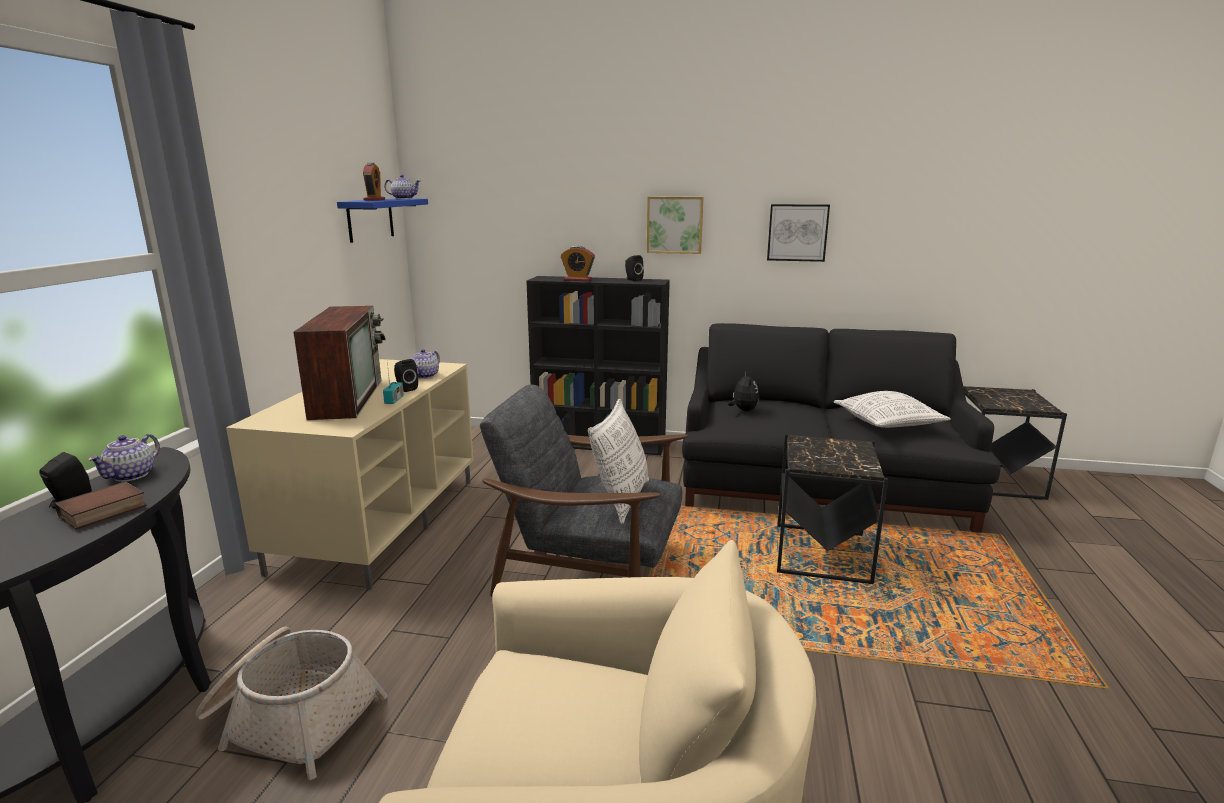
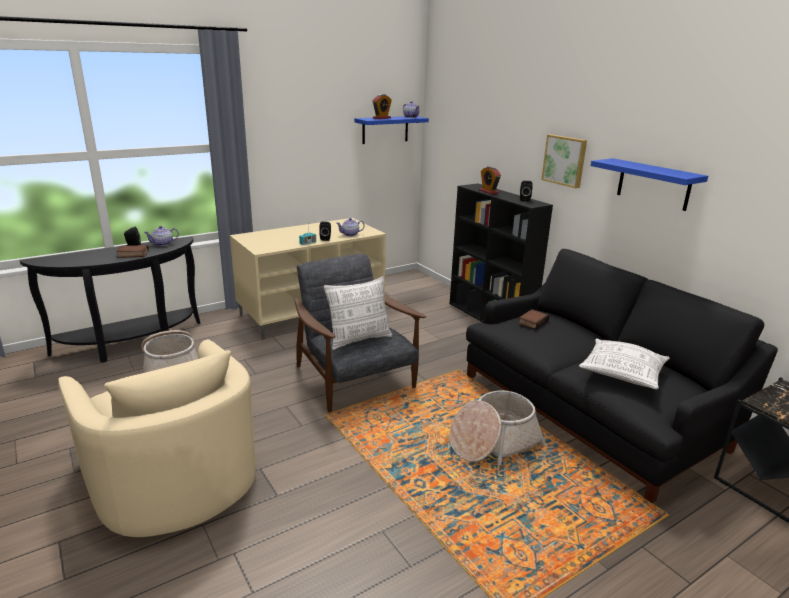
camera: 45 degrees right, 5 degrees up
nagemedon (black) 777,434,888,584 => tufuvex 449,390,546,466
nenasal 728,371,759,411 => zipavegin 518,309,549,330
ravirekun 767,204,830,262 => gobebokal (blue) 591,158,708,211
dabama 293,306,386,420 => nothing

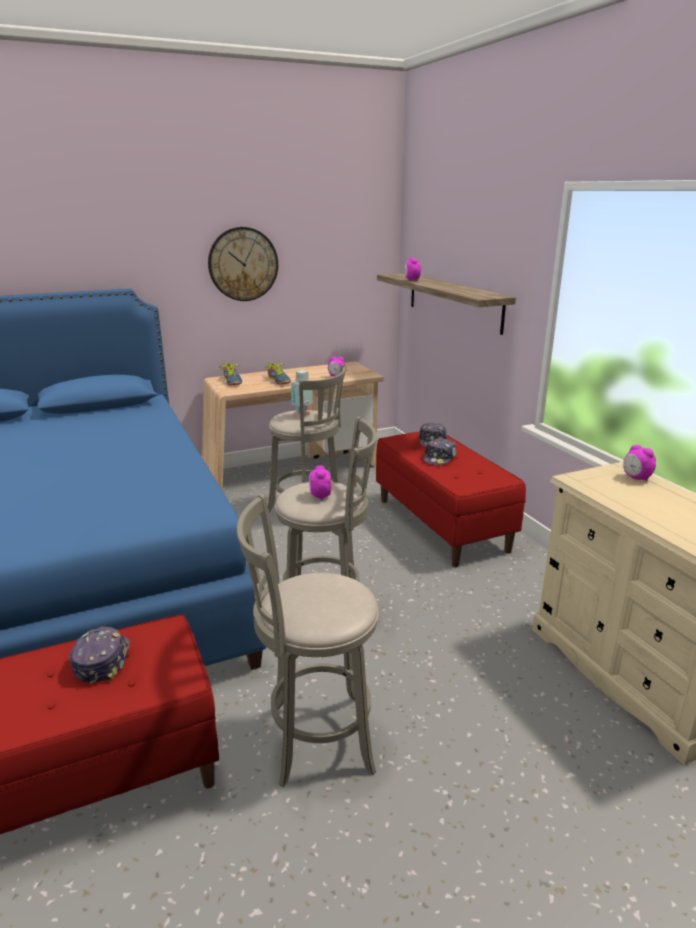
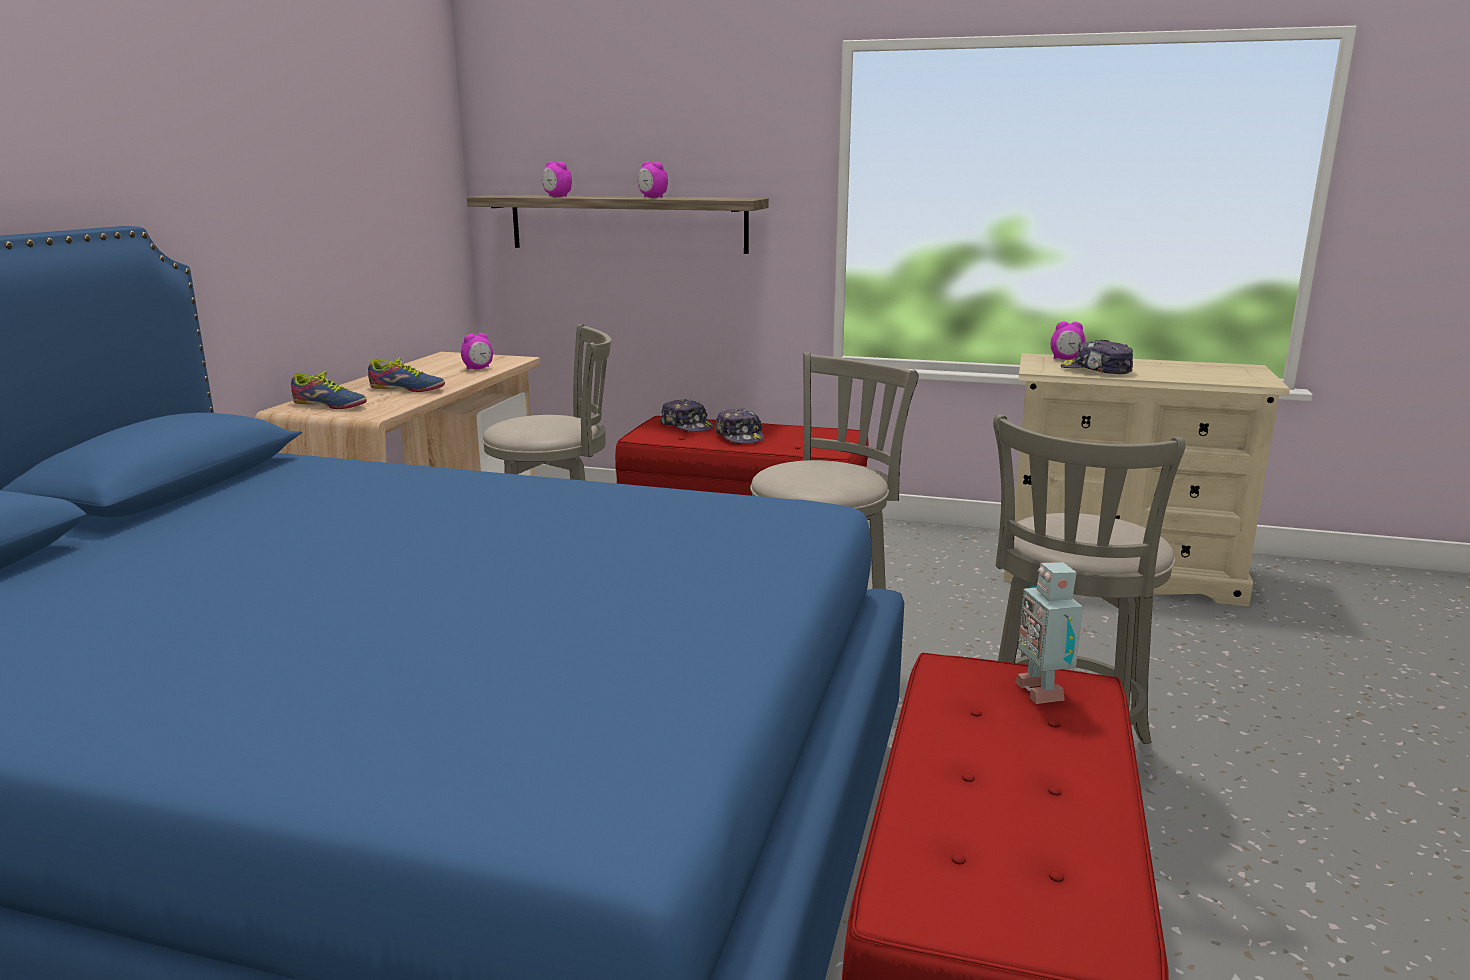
camera: 50 degrees left, 5 degrees down
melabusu 309,466,331,500 => melabusu 638,161,668,198, relocated
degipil 291,370,313,419 => degipil 1015,562,1083,704, relocated
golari 69,626,130,683 => golari 1060,339,1133,374, relocated
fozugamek 208,227,278,301 => nothing

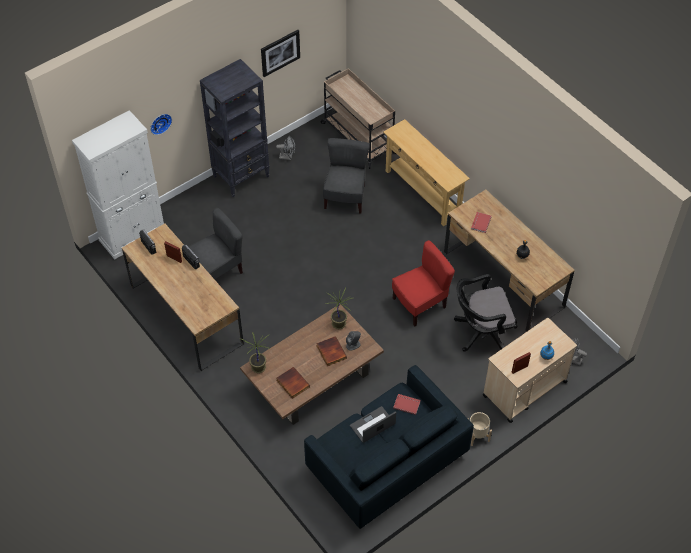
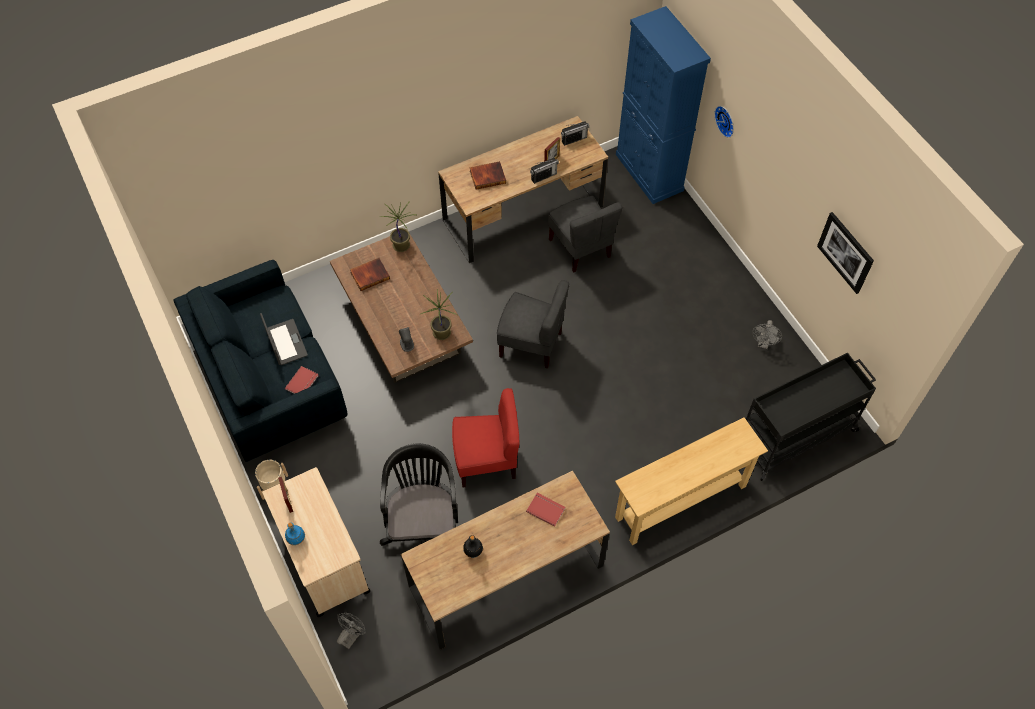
camera: 100 degrees right, 5 degrees up
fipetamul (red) 392,240,455,326 => fipetamul (red) 452,388,520,488, 75 degrees counterclockwise
zipavegin 316,336,347,366 => zipavegin 470,161,506,190, relocated
fipetamul (grey) 323,138,370,214 => fipetamul (grey) 497,280,569,369, relocated
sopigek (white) 72,110,164,260 => sopigek (blue) 616,6,711,204
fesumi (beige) 321,68,396,169 => fesumi (black) 746,353,876,481
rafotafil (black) 200,59,270,197 => nothing

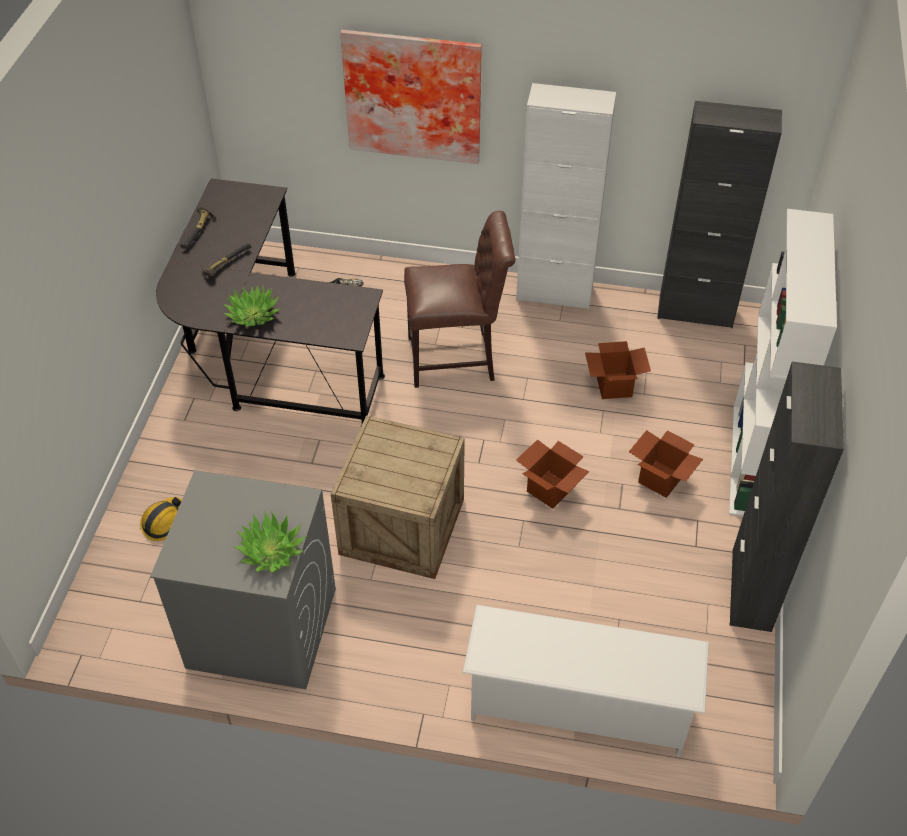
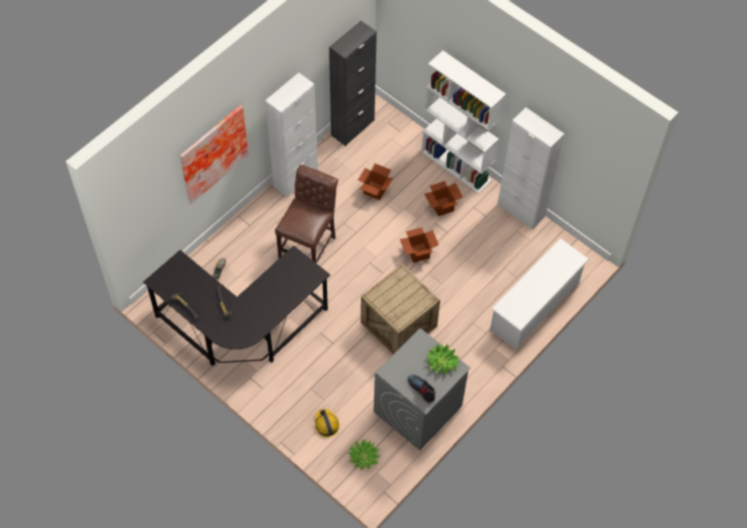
camera: 60 degrees left, 10 degrees up
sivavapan 223,285,281,327 => sivavapan 347,439,381,470, relocated
nothing => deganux 408,374,436,403
sopigek (black) 730,362,844,632 => sopigek (white) 497,108,564,230

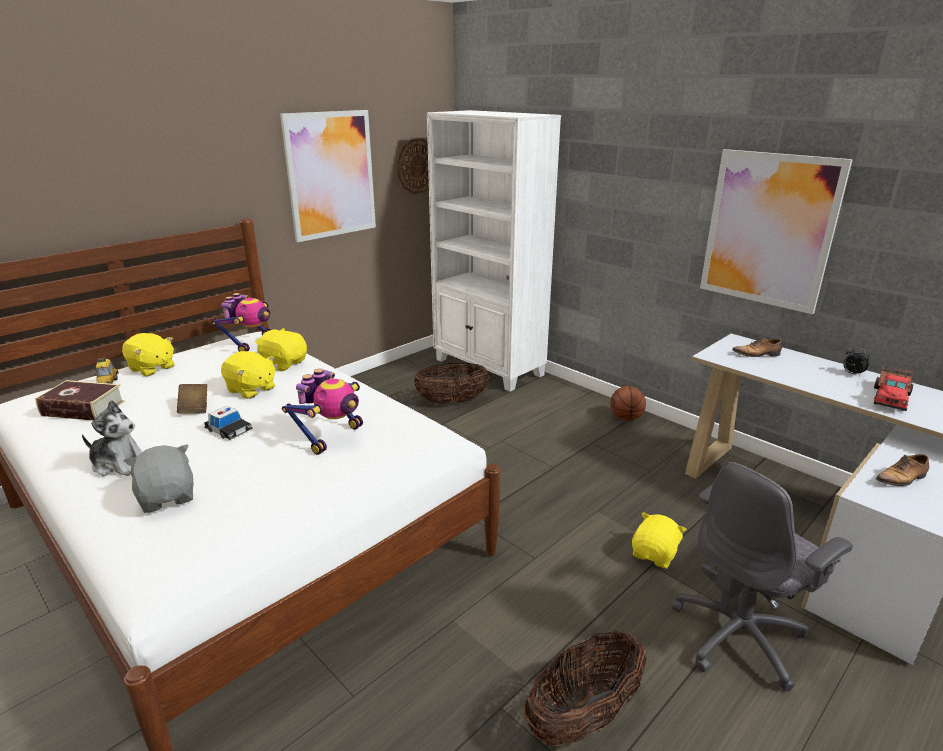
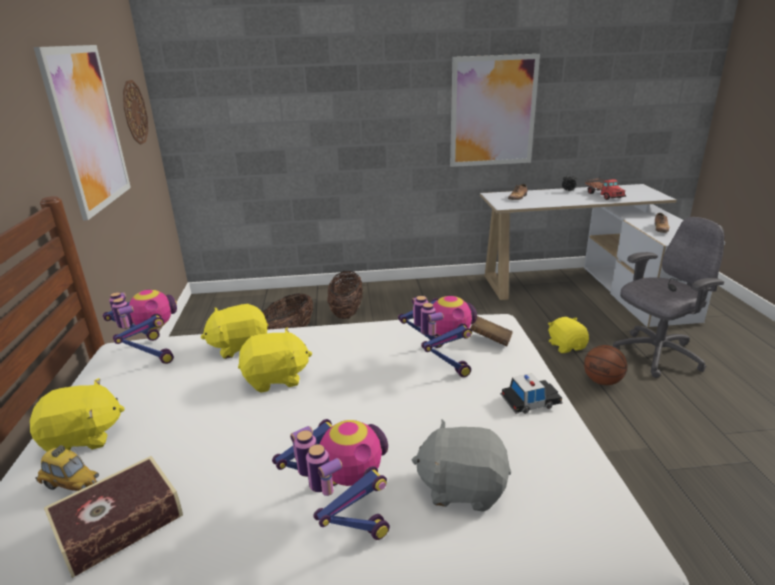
camera: 50 degrees left, 0 degrees up
nenasal 82,400,143,476 => degipil 272,419,390,540
tufuvex 524,630,646,746 => tufuvex 327,271,363,319, relocated
zipavegin (brown) 177,384,207,414 => zipavegin (brown) 470,316,513,346, relocated
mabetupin 204,406,253,440 => mabetupin 500,373,563,414, relocated
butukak 610,386,646,421 => butukak 584,345,627,385, relocated
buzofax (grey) 672,462,853,692 => buzofax (grey) 613,217,724,378, 120 degrees counterclockwise
rafotafil (white) 427,110,561,392 => nothing

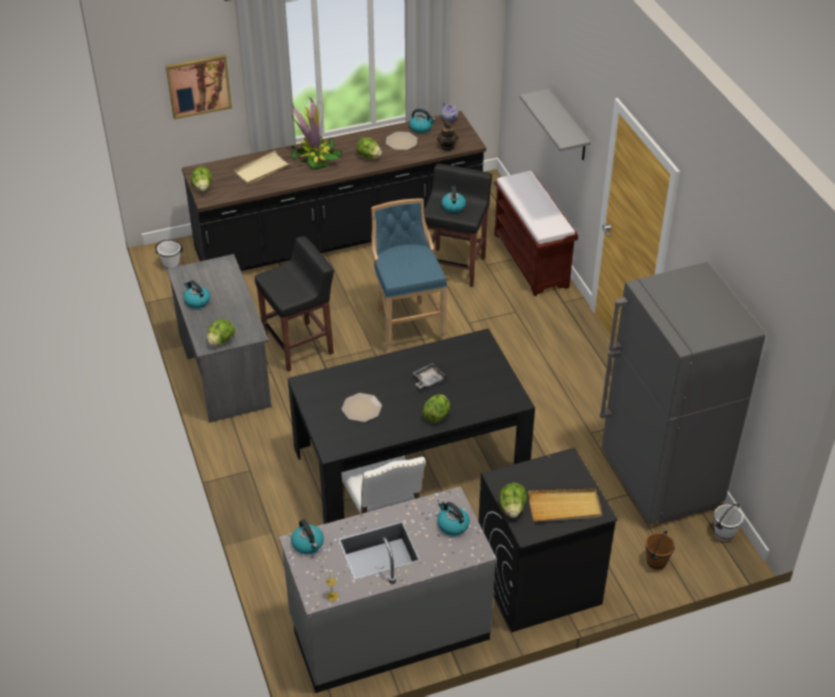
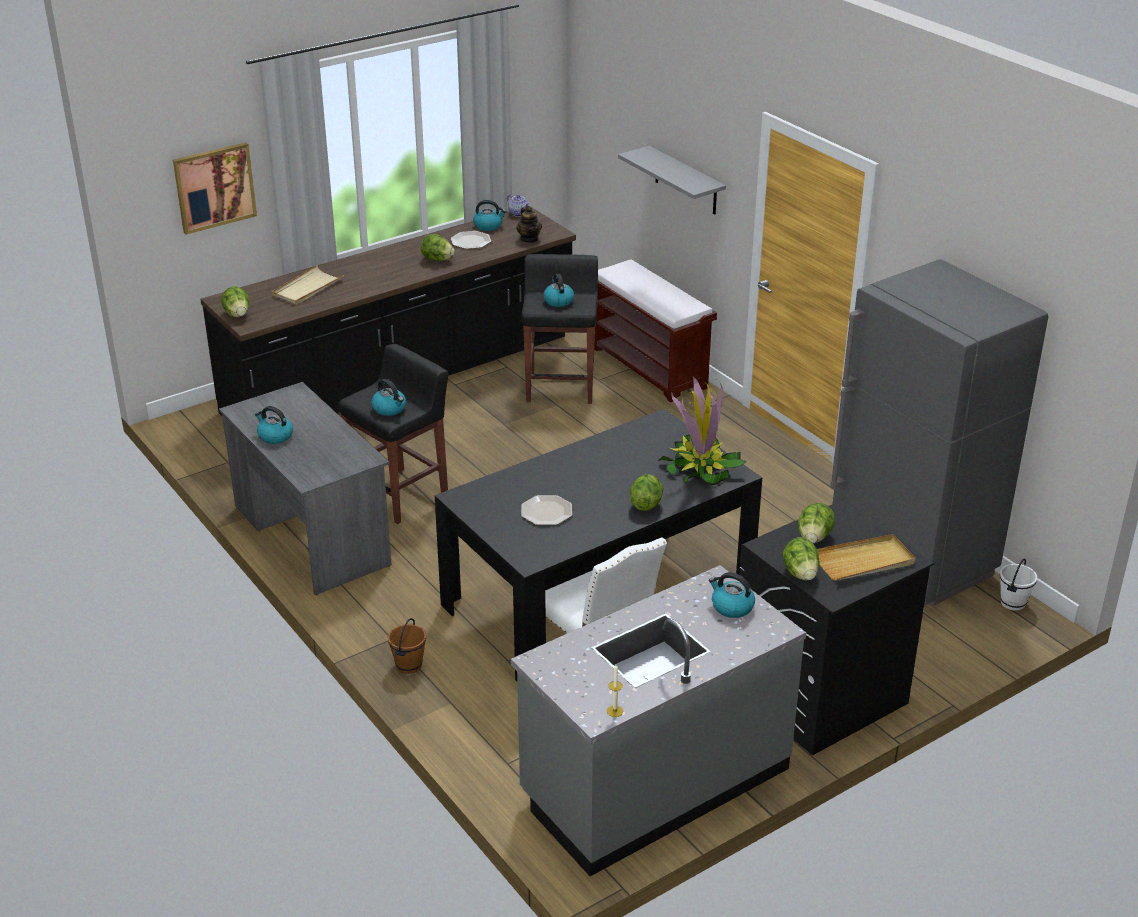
camera: 15 degrees left, 10 degrees down
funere 291,519,324,554 => funere 372,379,406,416, relocated
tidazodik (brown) 645,531,675,570 => tidazodik (brown) 388,618,426,674, relocated
sivavapan 291,97,342,169 => sivavapan 658,376,747,485, relocated
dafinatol 207,319,235,346 => dafinatol 797,503,835,544, relocated
tidazodik (white) 155,240,183,270 => nothing
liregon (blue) 371,198,447,354 => nothing
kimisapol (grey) 413,363,447,388 => nothing

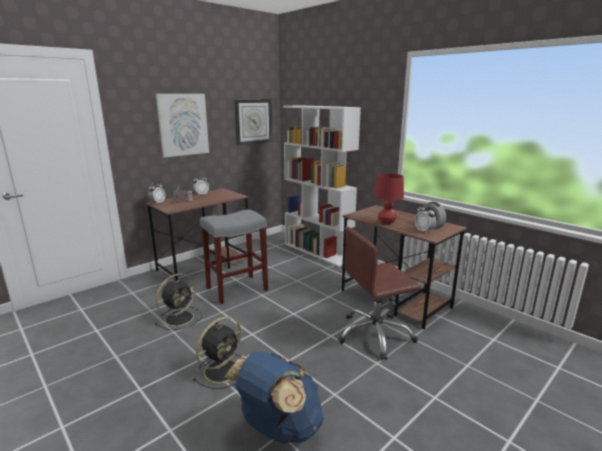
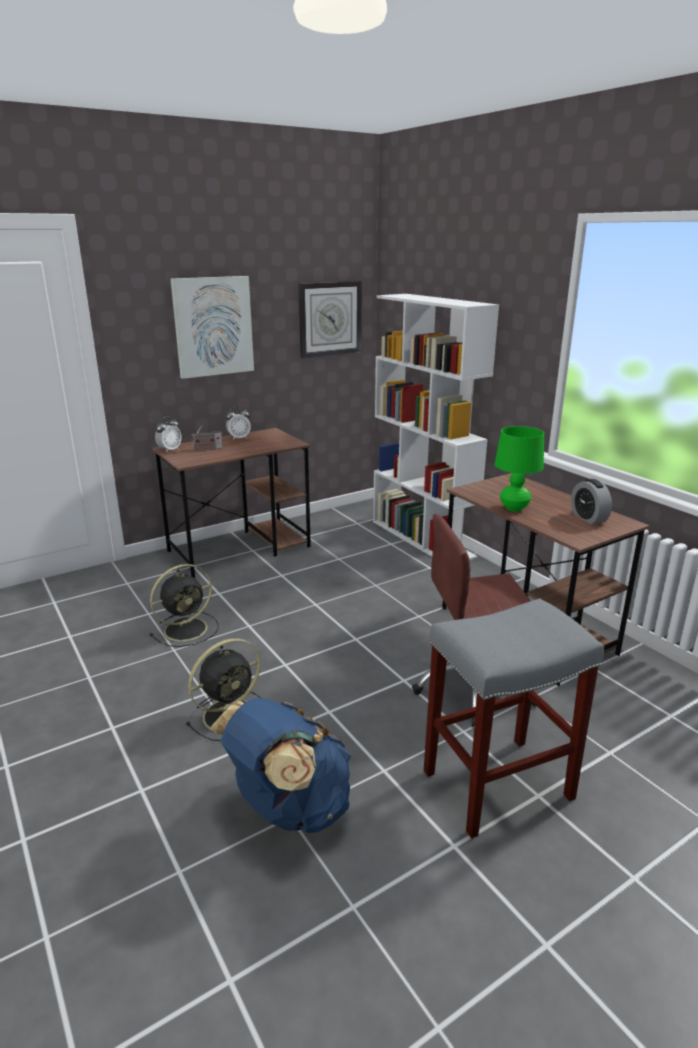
camera: 10 degrees right, 5 degrees up
liregon (grey) 200,209,268,304 => liregon (grey) 424,598,604,839, relocated
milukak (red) 374,173,404,225 => milukak (green) 494,426,544,511
melabusu 415,204,437,234 => nothing

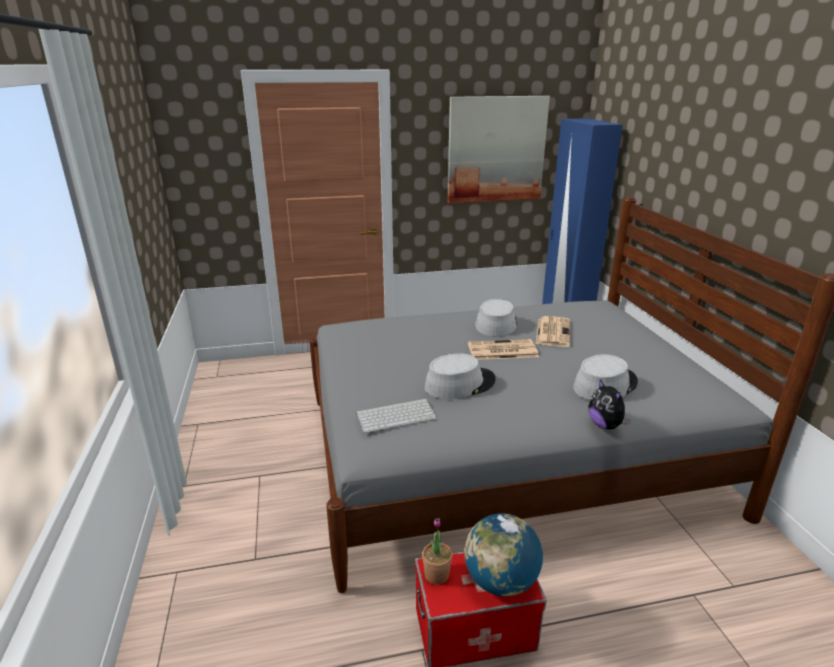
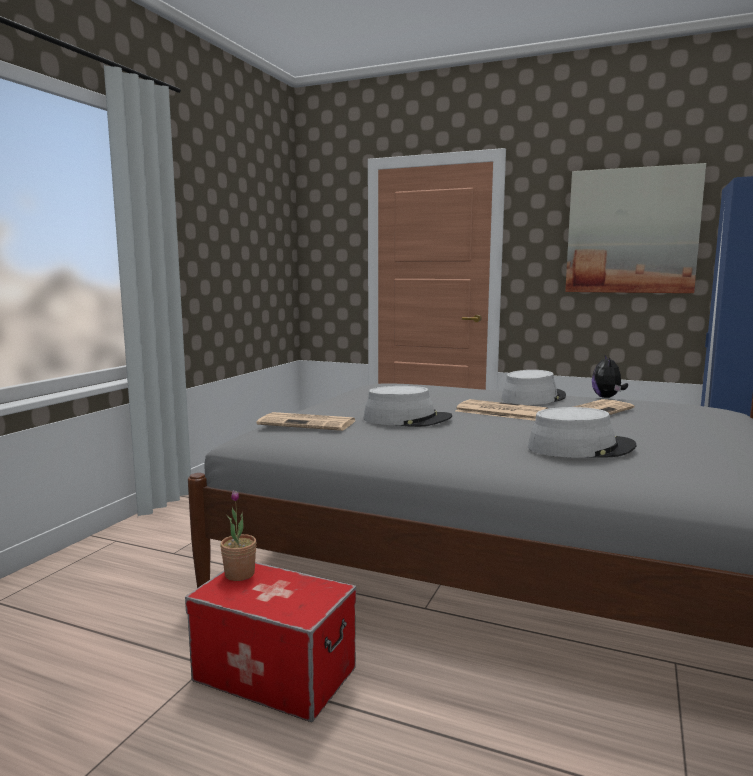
camera: 35 degrees right, 15 degrees down
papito 356,399,437,433 => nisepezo 256,412,355,431
nenasal 588,380,631,429 => nenasal 592,355,628,398, relocated
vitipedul 464,513,543,596 => nothing

